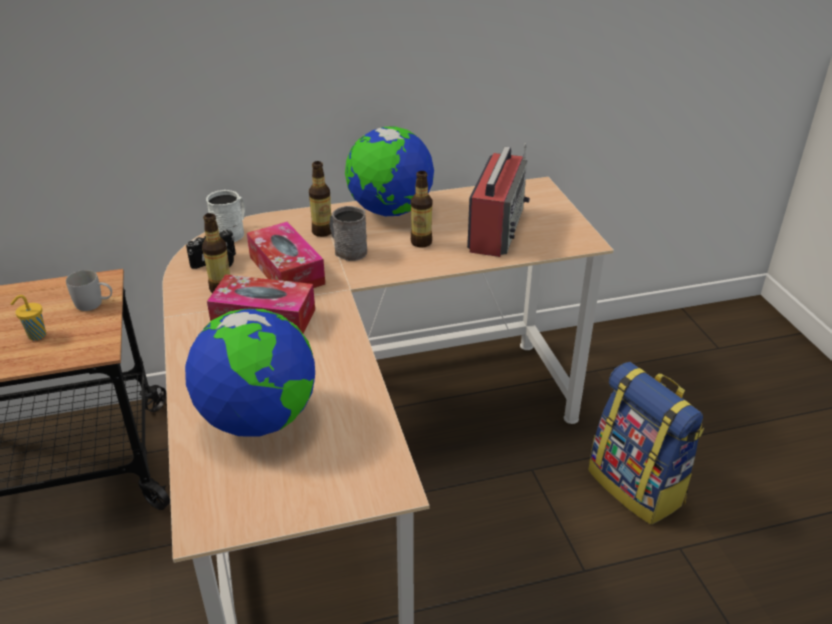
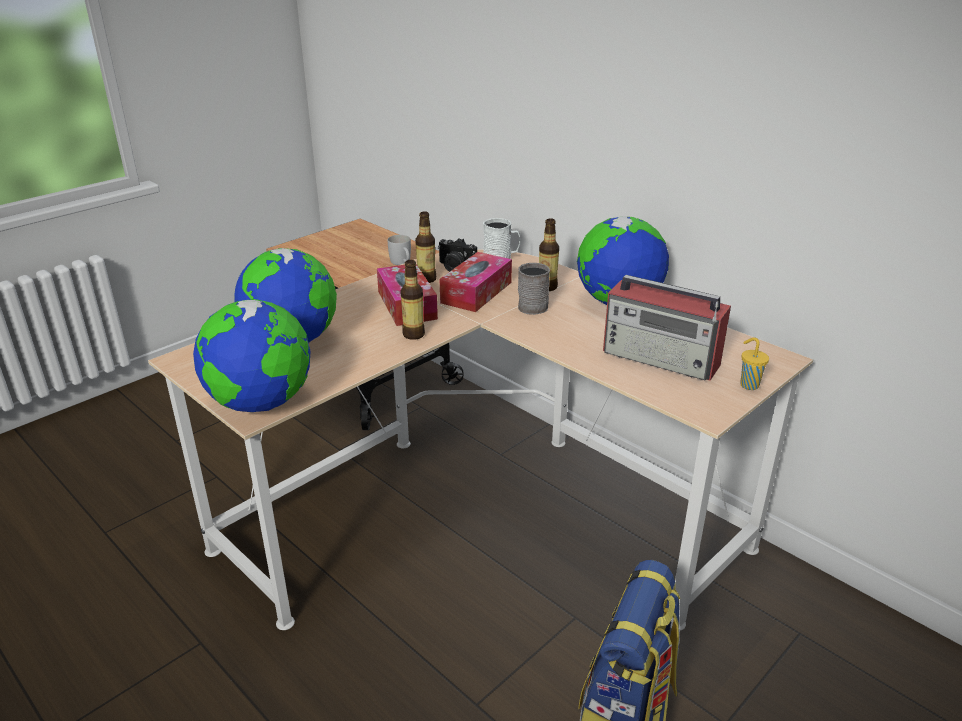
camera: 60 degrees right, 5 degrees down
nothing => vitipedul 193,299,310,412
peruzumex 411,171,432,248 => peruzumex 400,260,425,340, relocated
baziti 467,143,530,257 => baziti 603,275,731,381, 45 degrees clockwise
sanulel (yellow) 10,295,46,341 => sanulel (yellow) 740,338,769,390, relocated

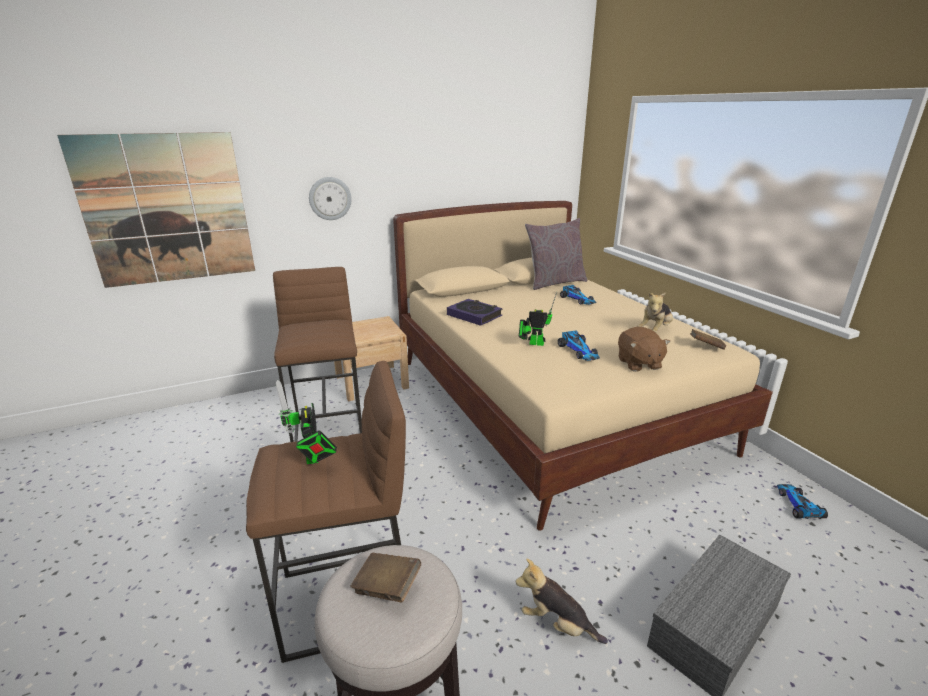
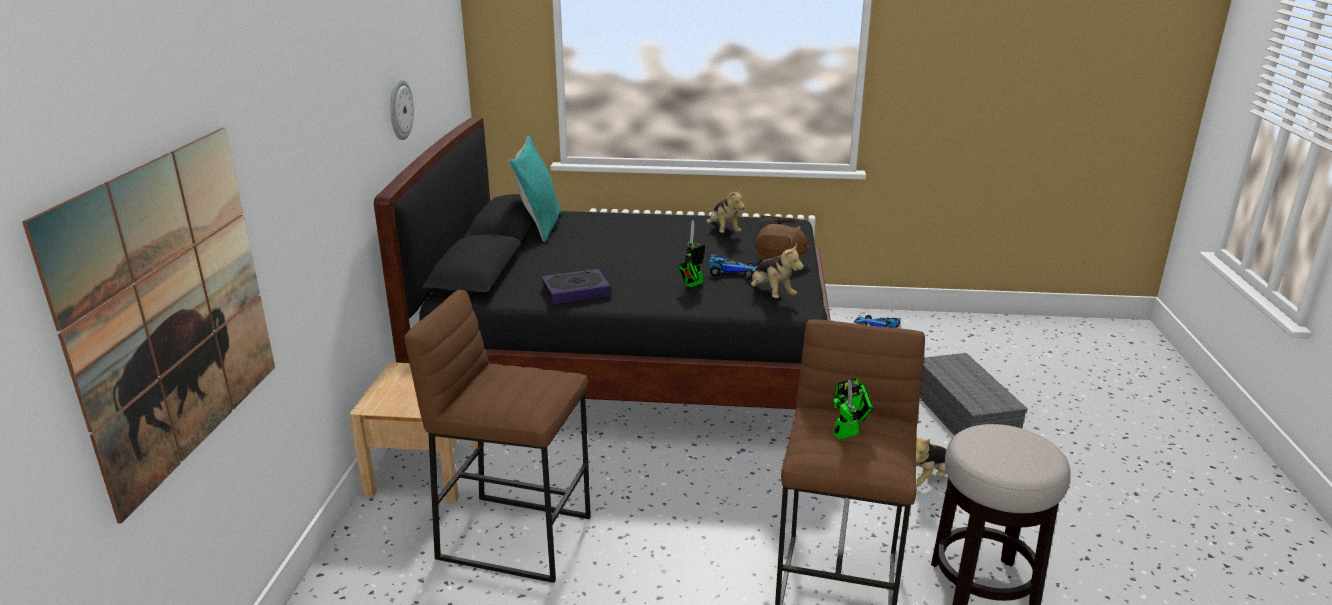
camera: 60 degrees left, 0 degrees up
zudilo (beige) 393,201,773,531 => zudilo (black) 374,118,831,409
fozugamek 309,177,352,220 => fozugamek 390,79,414,140, relocated
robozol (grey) 525,218,587,290 => robozol (turquoise) 508,136,562,242
nothing => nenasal 743,243,804,298
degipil 275,380,337,464 => degipil 833,378,874,440, 45 degrees counterclockwise
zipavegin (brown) 350,553,421,603 => nothing
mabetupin 560,285,597,305 => nothing

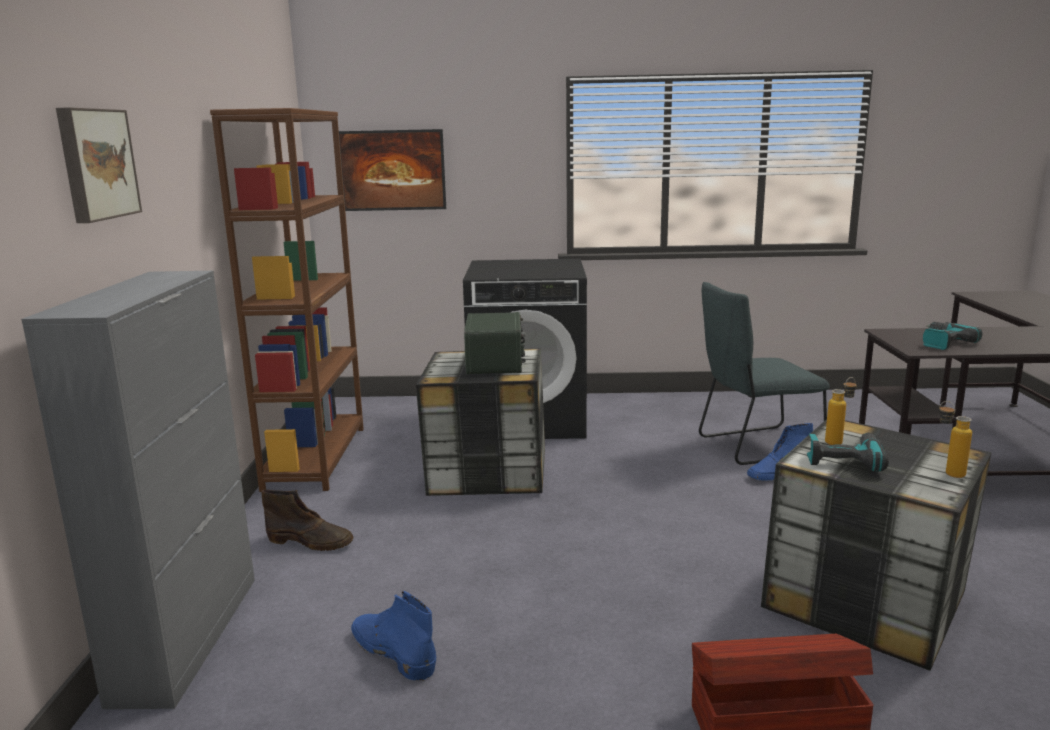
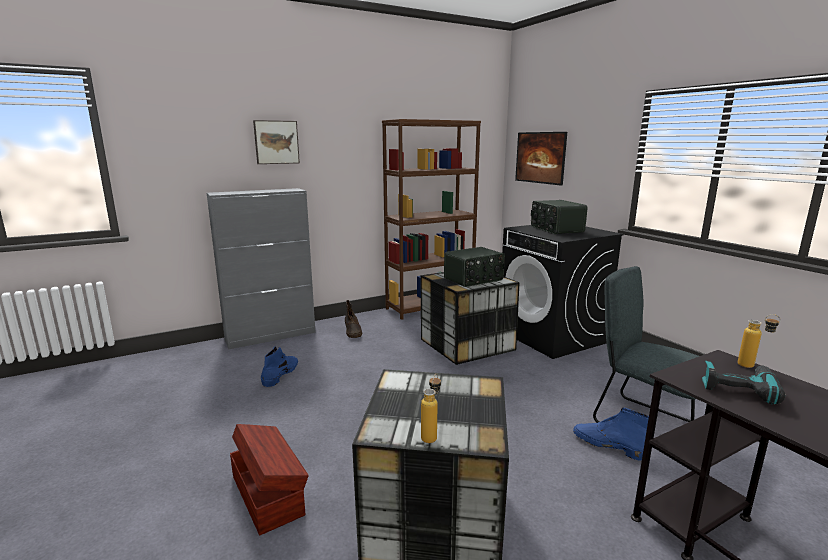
camera: 60 degrees right, 0 degrees up
nothing => baziti 531,200,588,234
peruzumex 825,377,857,445 => peruzumex 738,314,781,368, relocated
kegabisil 807,433,889,472 => nothing

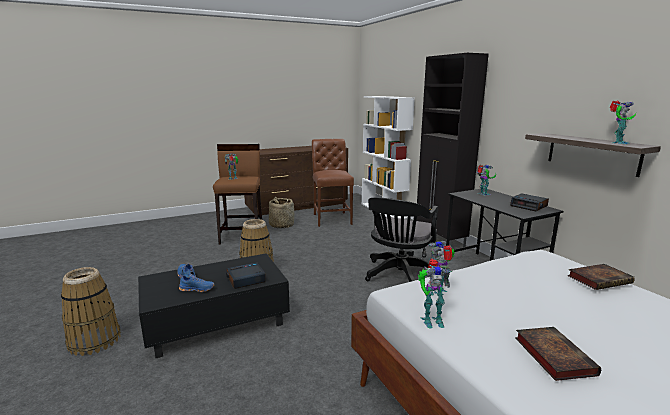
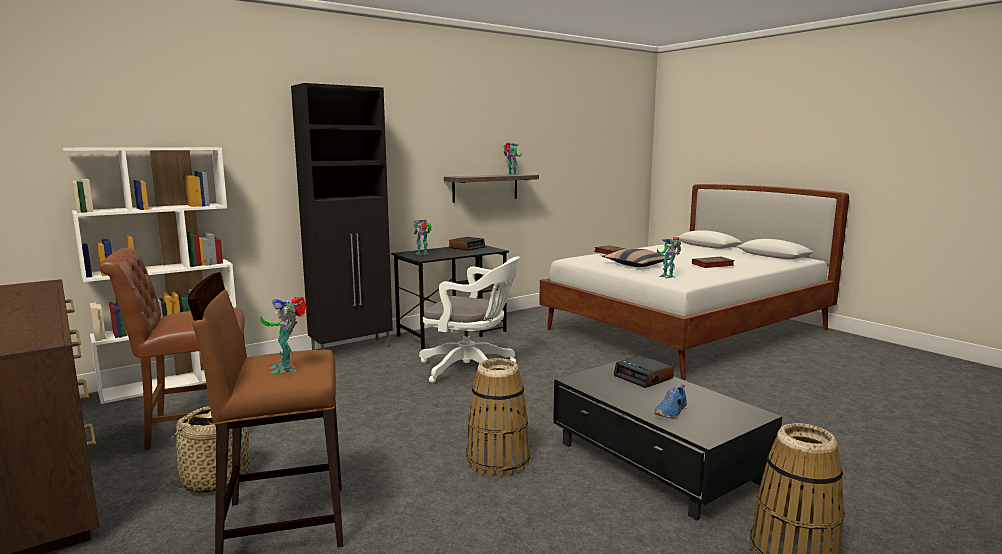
camera: 100 degrees left, 5 degrees down
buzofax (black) 365,197,438,282 => buzofax (white) 419,257,520,383
nothing => robozol 602,249,671,267
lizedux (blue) 179,274,215,292 => nothing
degipil 418,259,452,329 => nothing

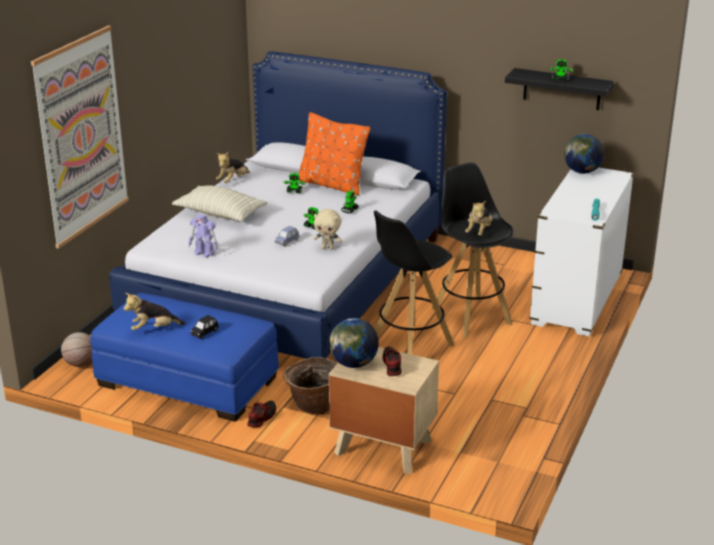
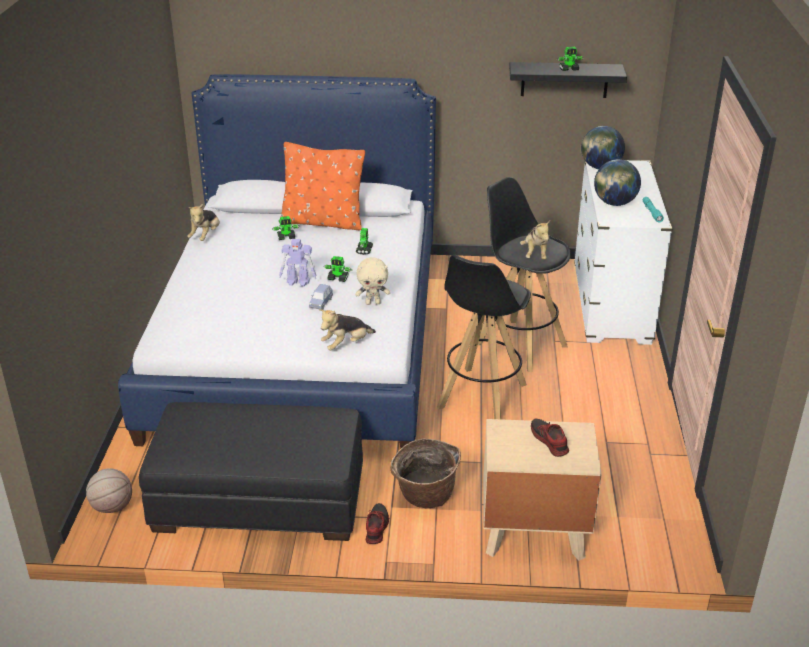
camera: 20 degrees left, 5 degrees up
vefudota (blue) 90,293,279,422 => vefudota (black) 139,402,363,541
degipil 188,214,218,257 => degipil 279,239,316,286, relocated
nenasal 123,293,186,330 => nenasal 319,309,376,350, relocated
vitipedul 329,318,379,368 => vitipedul 594,159,641,206, relocated
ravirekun 31,26,129,249 => nothing
robozol 172,186,267,222 => nothing
mabetupin (black) 190,315,219,339 => nothing

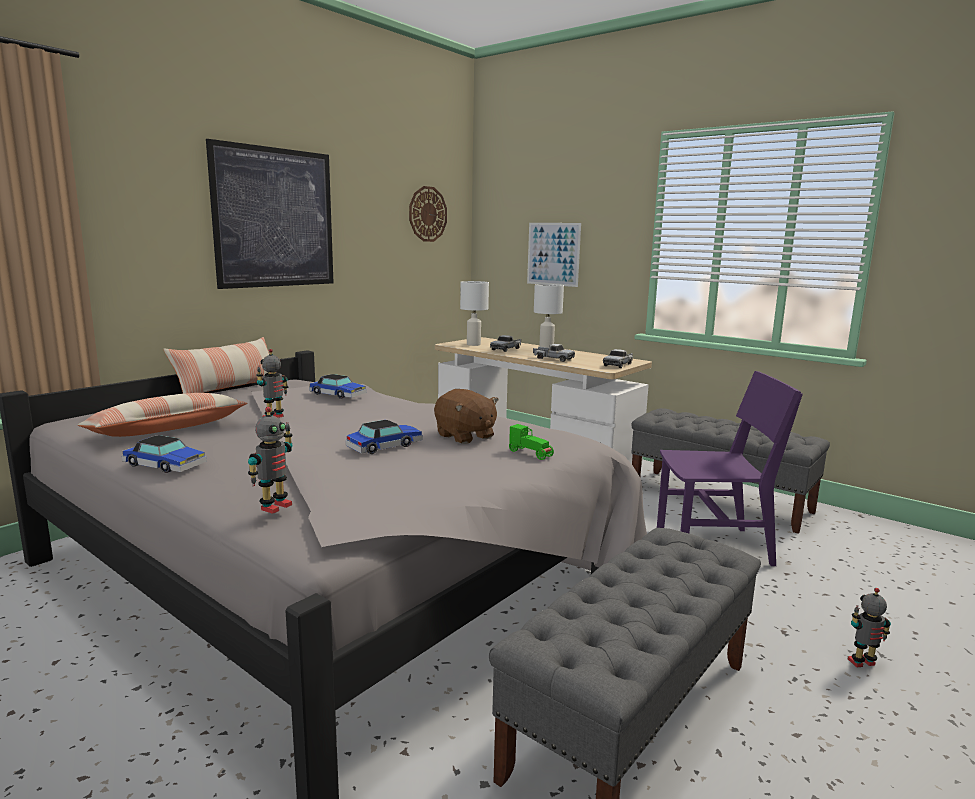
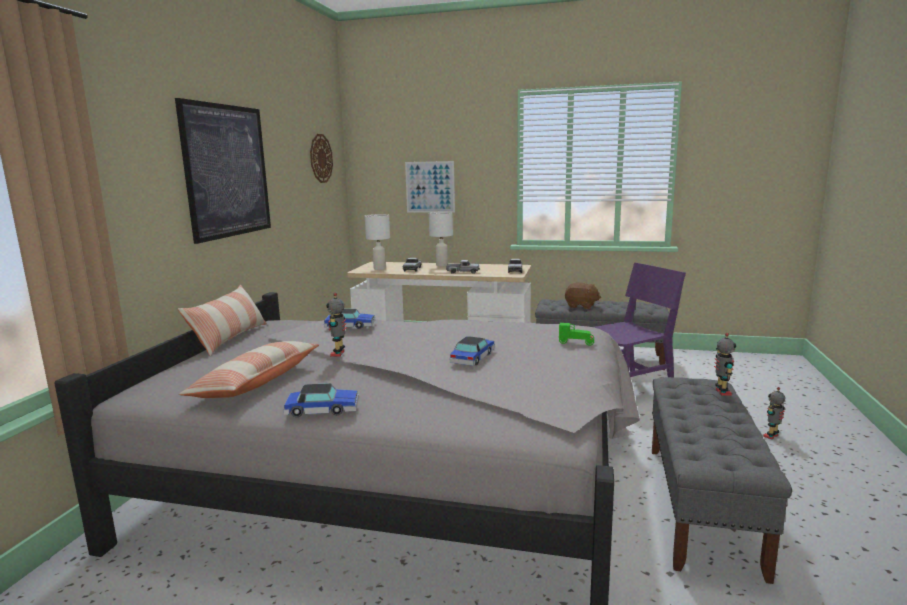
camera: 25 degrees left, 0 degrees up
nenasal (brown) 434,389,499,444 => nenasal (brown) 565,282,601,309, relocated
degipil 248,407,292,514 => degipil 714,333,736,396, relocated

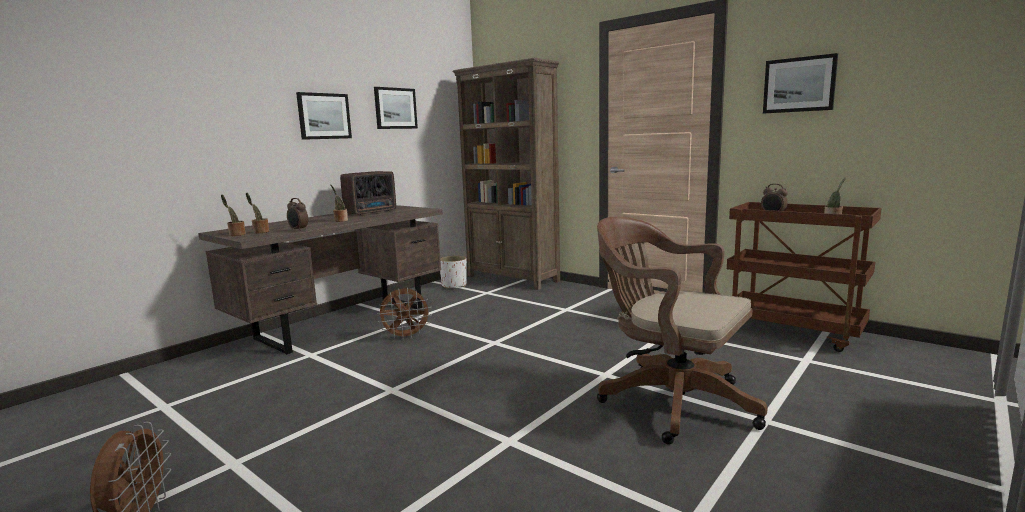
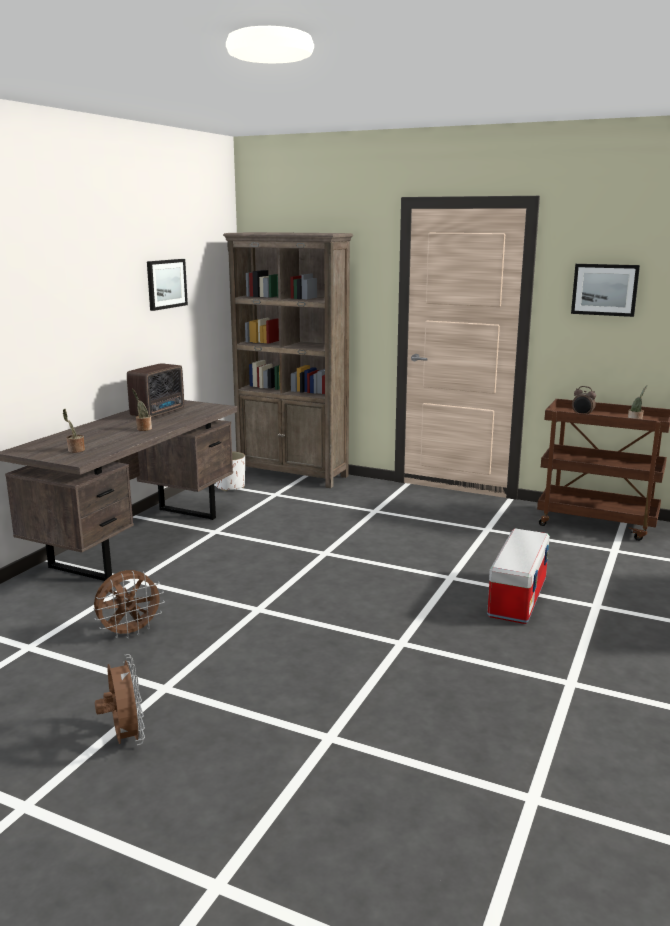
camera: 15 degrees left, 5 degrees up
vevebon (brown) 377,288,432,340 => vevebon (brown) 93,570,165,639, relocated
buzofax (brown) 597,217,767,445 => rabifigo 487,529,550,624
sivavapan 221,194,246,236 => nothing
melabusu 287,198,308,231 => nothing
ravirekun 296,92,352,140 => nothing

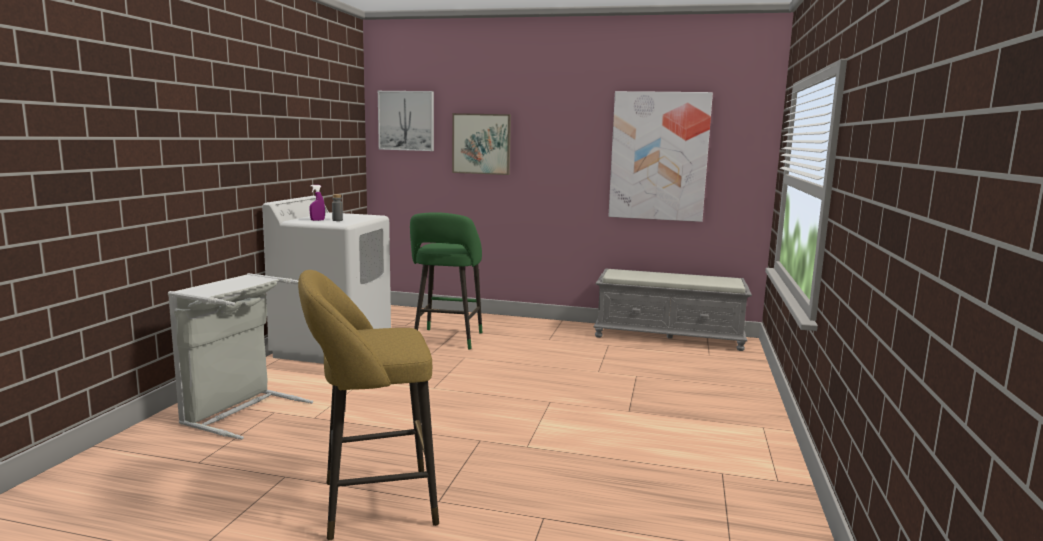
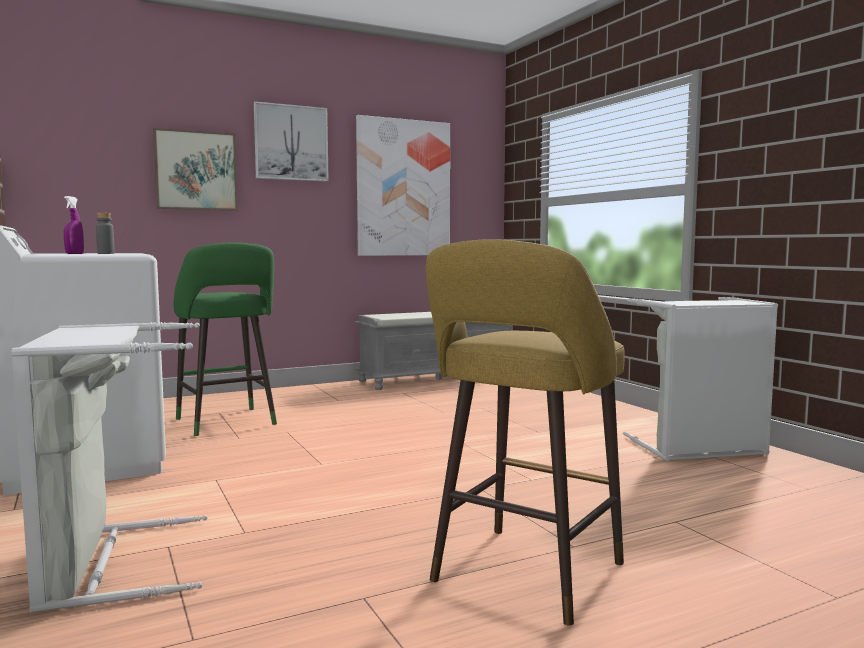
camera: 40 degrees left, 5 degrees down
ravirekun 378,91,434,151 => ravirekun 254,101,329,182, relocated
nothing => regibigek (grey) 623,297,778,461

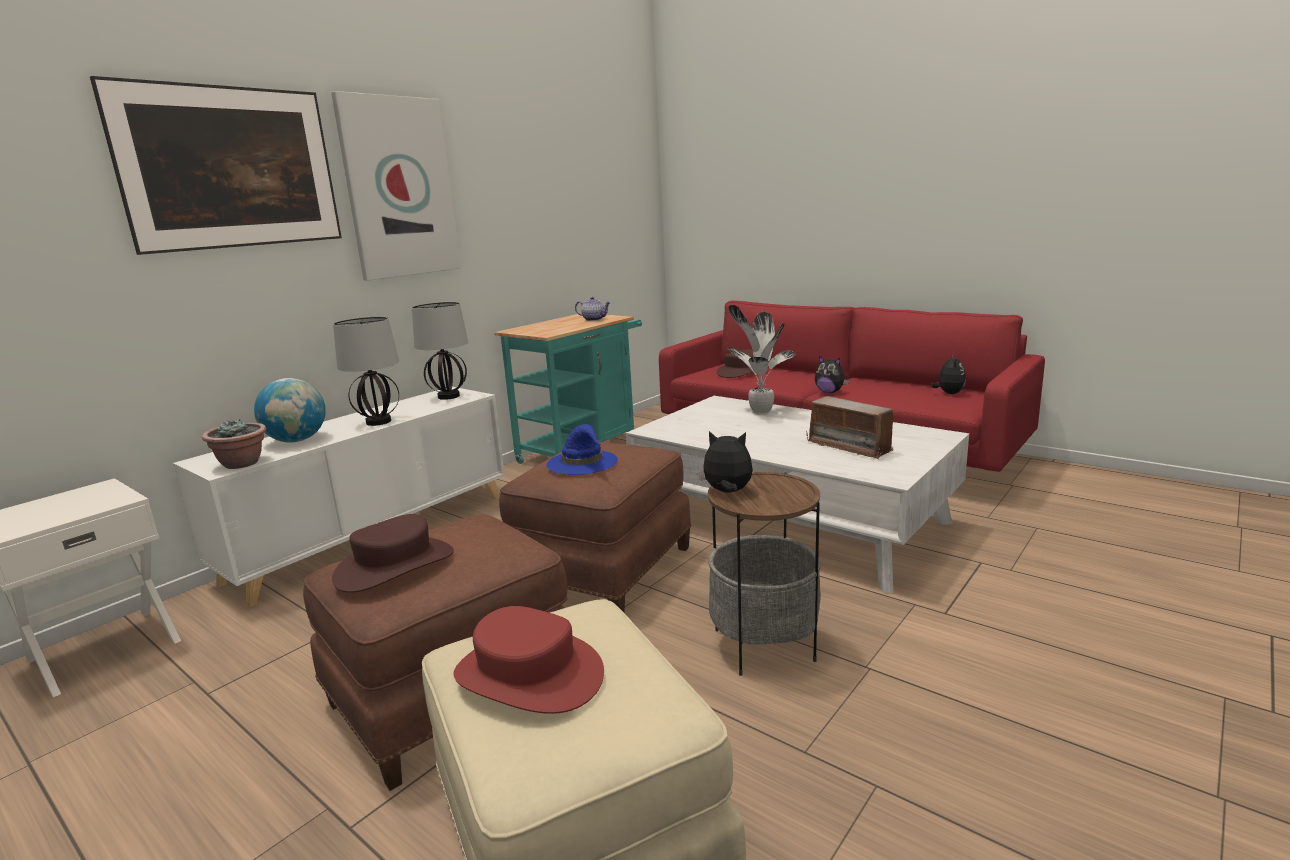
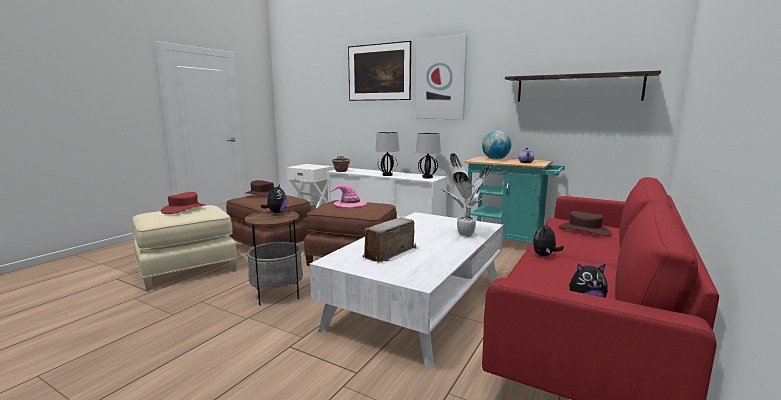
camera: 80 degrees right, 5 degrees down
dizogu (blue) 547,424,618,475 => dizogu (pink) 331,184,367,207
vitipedul 254,378,326,442 => vitipedul 482,131,511,160, relocated
nothing => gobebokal 505,70,661,102

